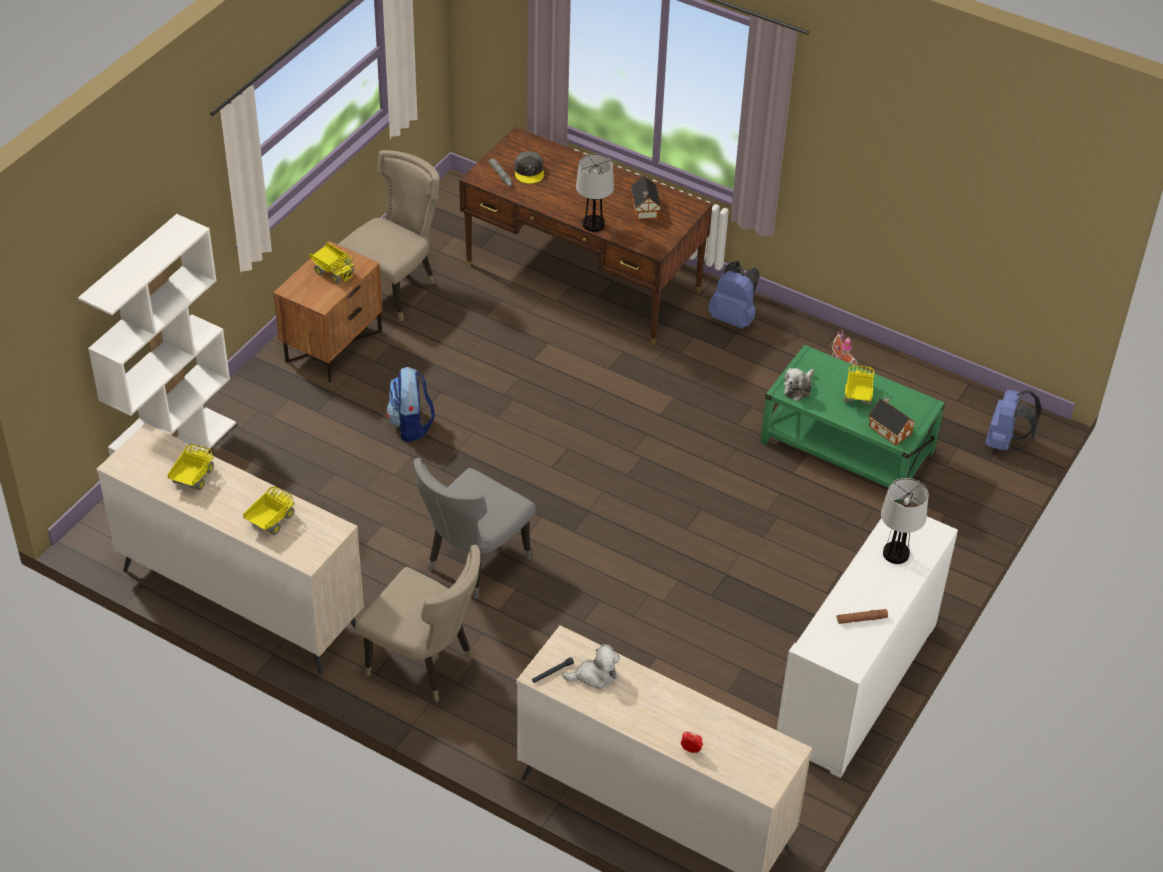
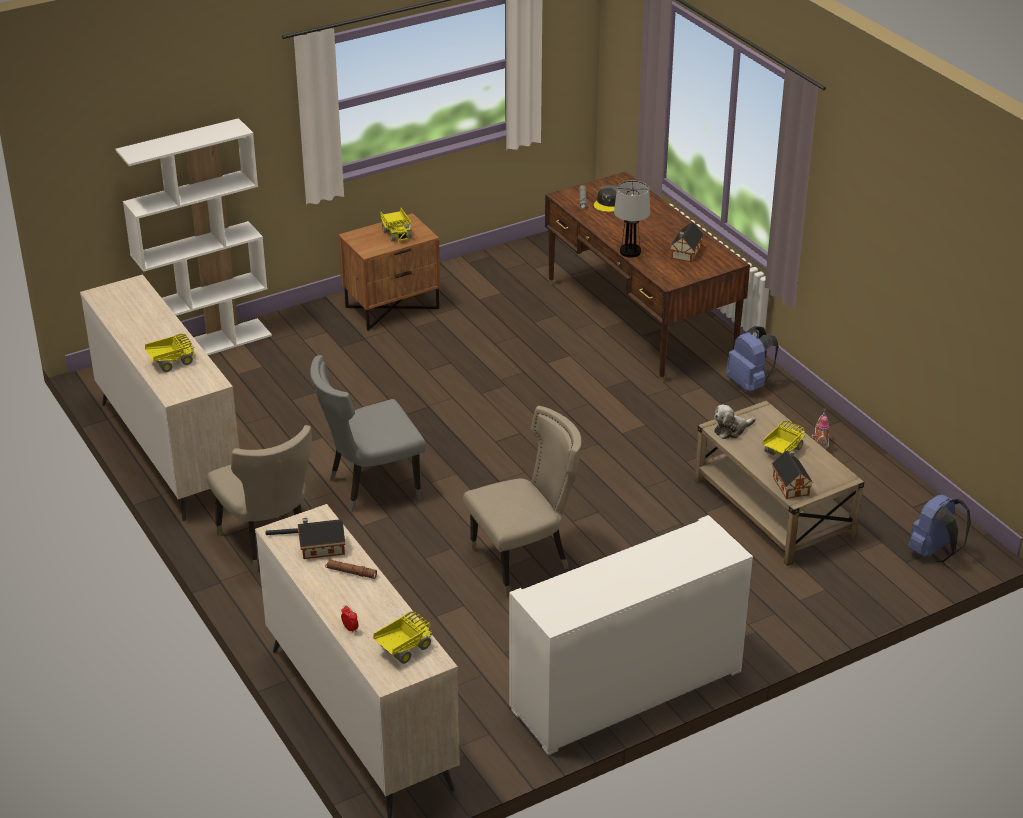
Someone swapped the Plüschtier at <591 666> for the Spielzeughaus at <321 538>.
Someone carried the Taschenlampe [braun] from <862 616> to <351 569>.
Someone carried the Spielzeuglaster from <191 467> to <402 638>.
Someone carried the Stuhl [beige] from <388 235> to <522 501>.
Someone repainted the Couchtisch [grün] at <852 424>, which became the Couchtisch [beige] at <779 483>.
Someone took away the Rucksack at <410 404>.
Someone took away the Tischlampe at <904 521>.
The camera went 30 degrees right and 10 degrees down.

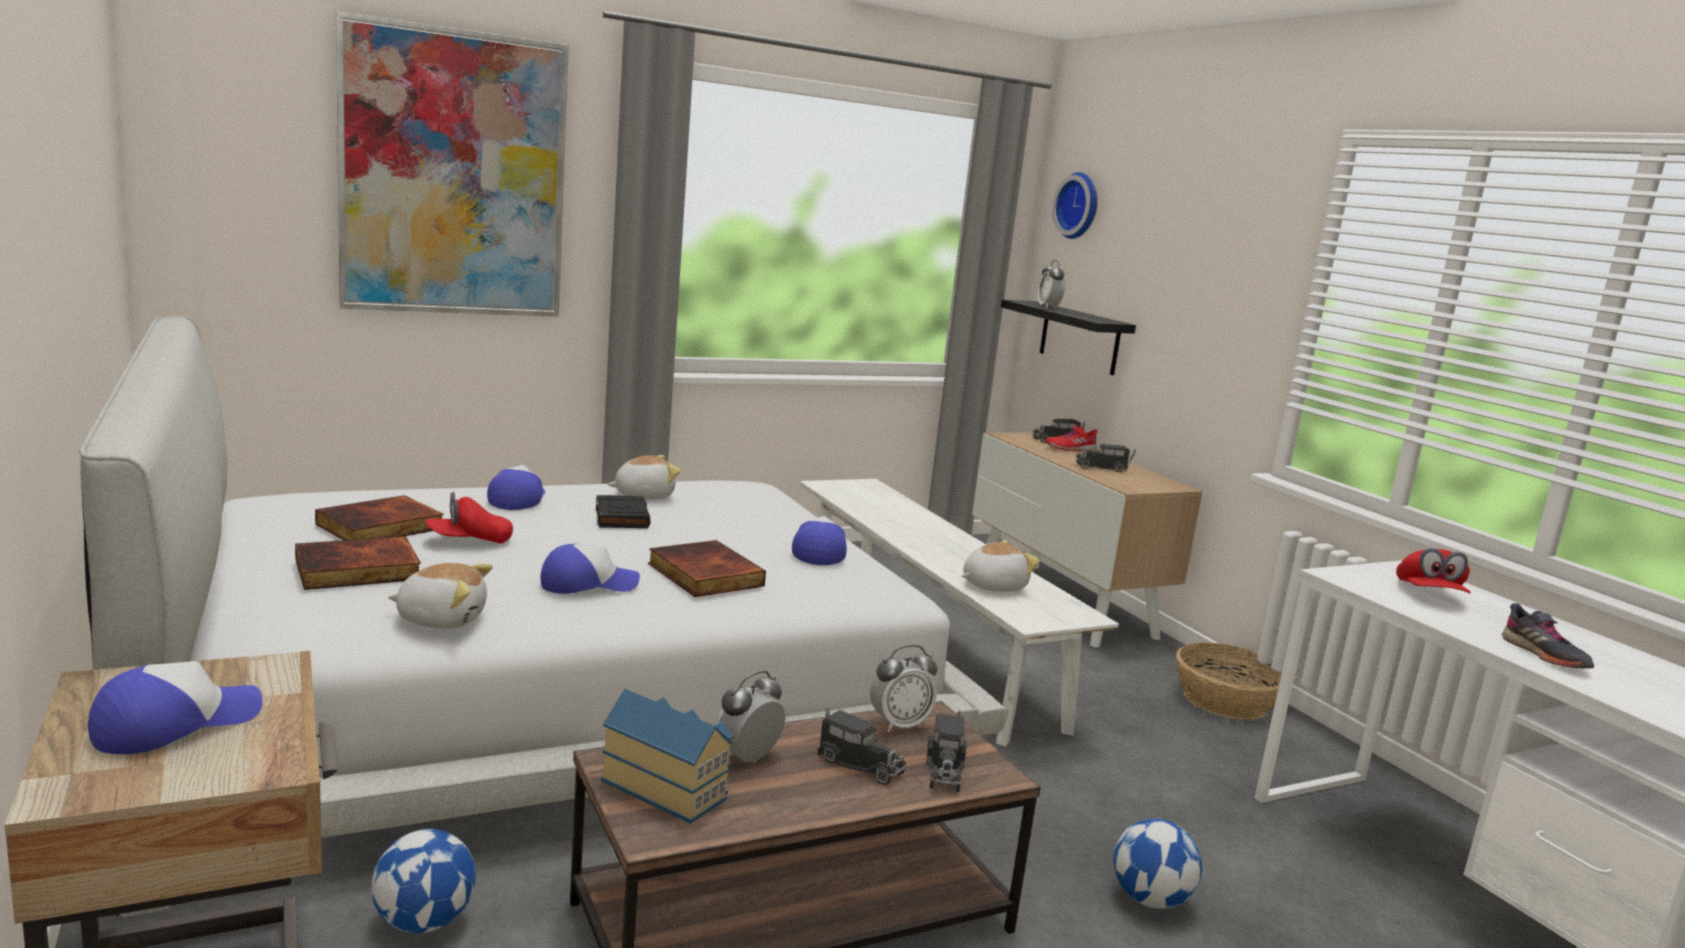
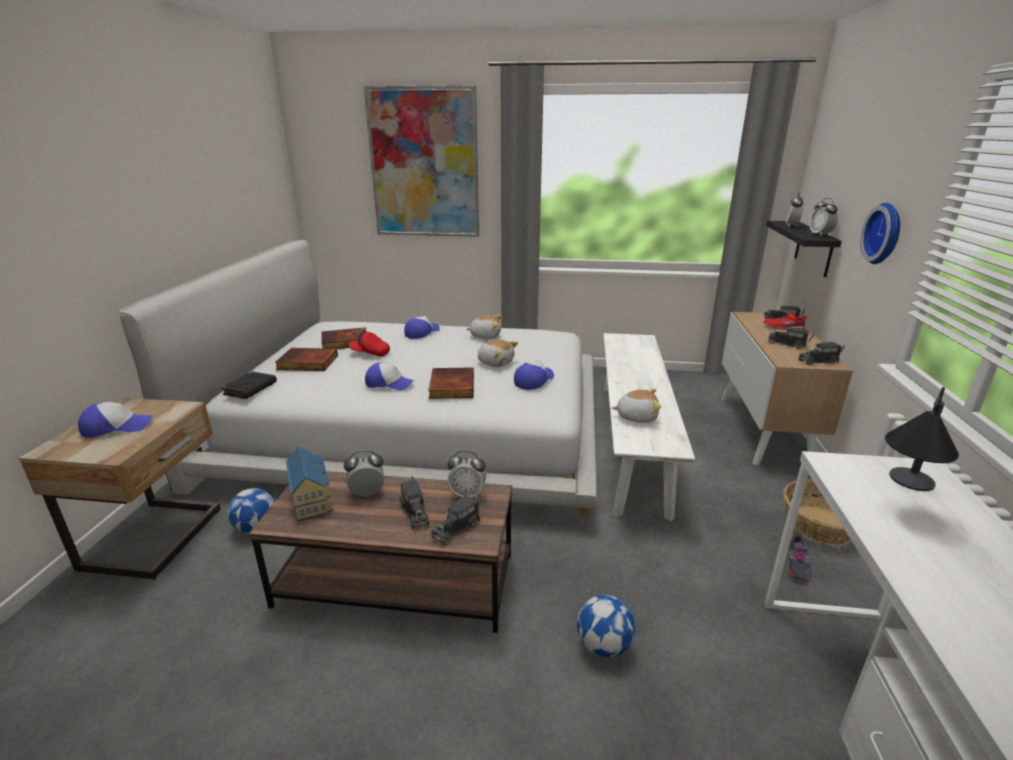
Someone carried the Buch [schwarz] from <623 511> to <249 385>.
Someone carried the Plüschtier from <440 596> to <497 353>.
Someone carried the Schuh [grau] from <1548 636> to <799 557>.
Someone put down the Spielzeuglaster at <822 353>.
Someone put down the Wecker at <824 217>.
Someone carried the Wanduhr from <1074 205> to <880 233>.
Someone swapped the Kappe [rot] at <1433 570> for the Tischlampe at <922 439>.
The camera went 35 degrees right and 10 degrees up.

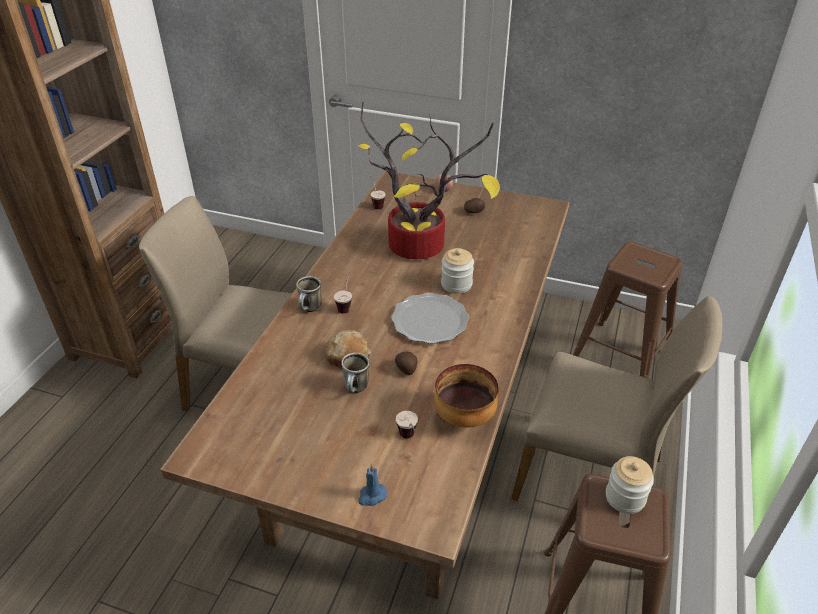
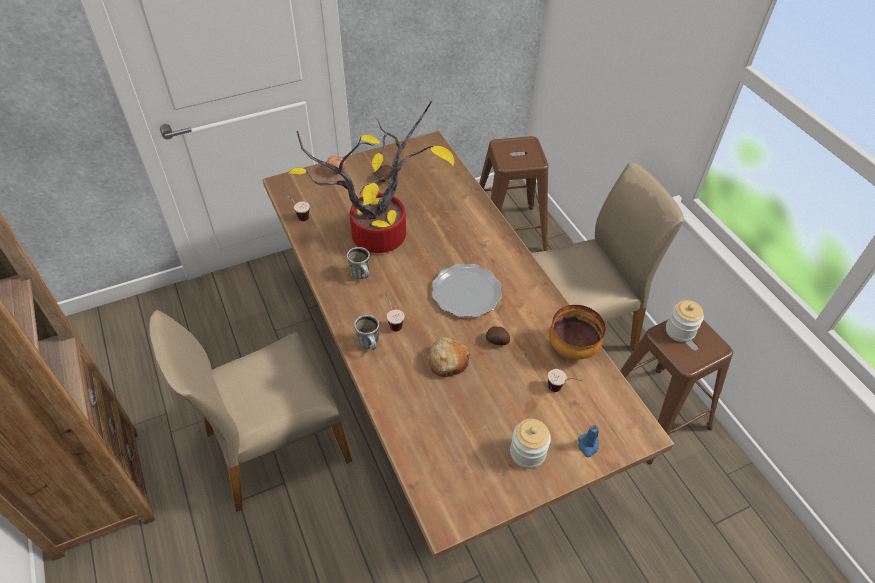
Someone carried the Henkelbecher from <355 373> to <358 263>.
Someone carried the Vorratsglas from <457 271> to <530 444>.
The camera went 45 degrees left and 10 degrees up.

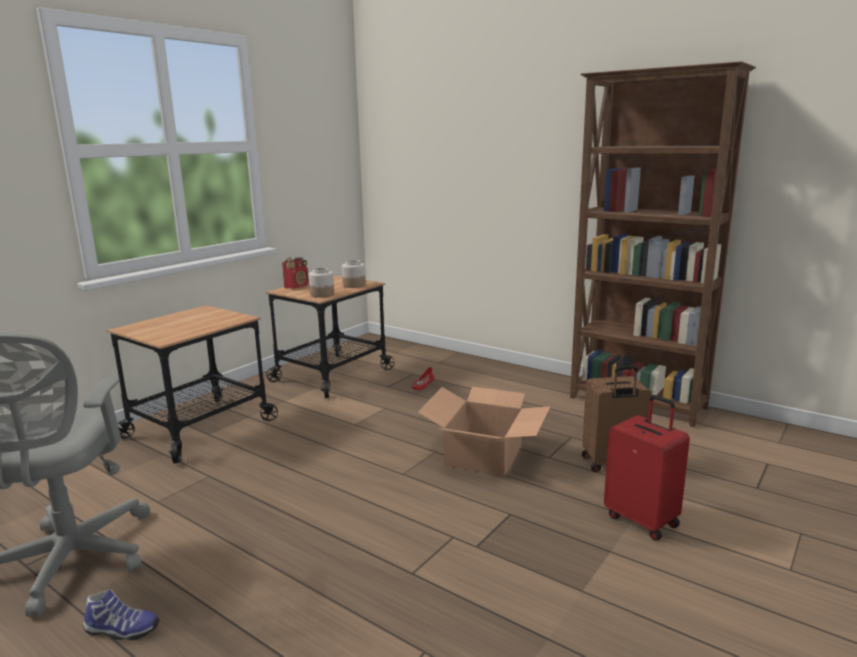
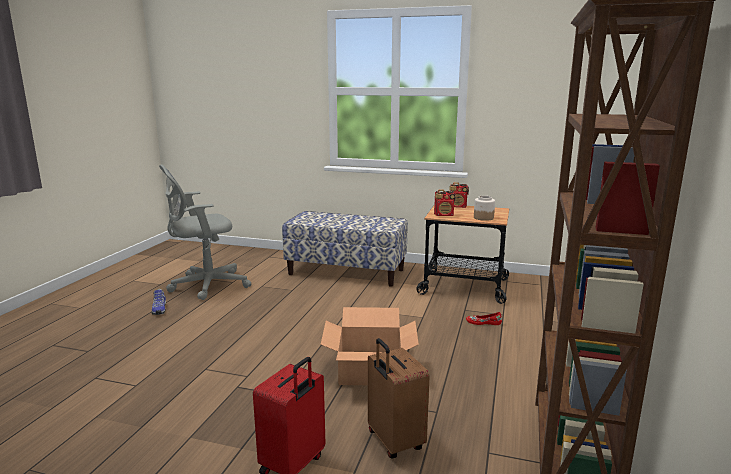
Someone swapped the Rollwagen at <192 384> for the Bank at <345 248>.
Someone swapped the Vorratsglas at <321 283> for the Radio at <444 202>.
The camera went 70 degrees right and 0 degrees up.

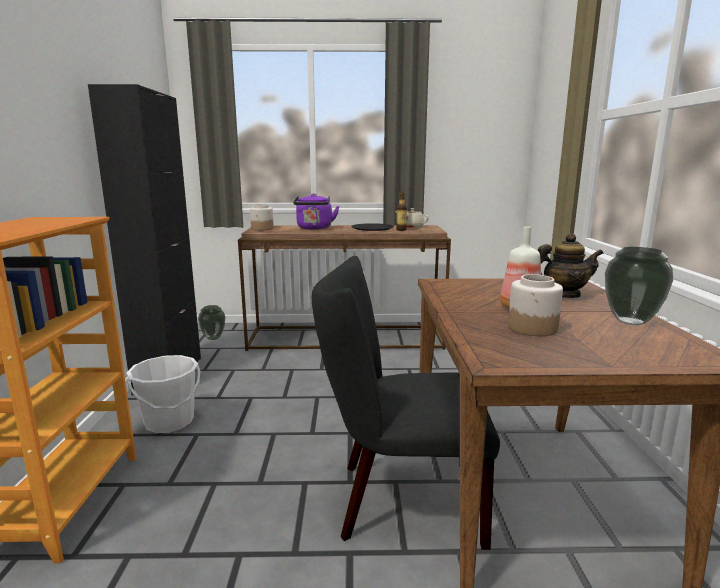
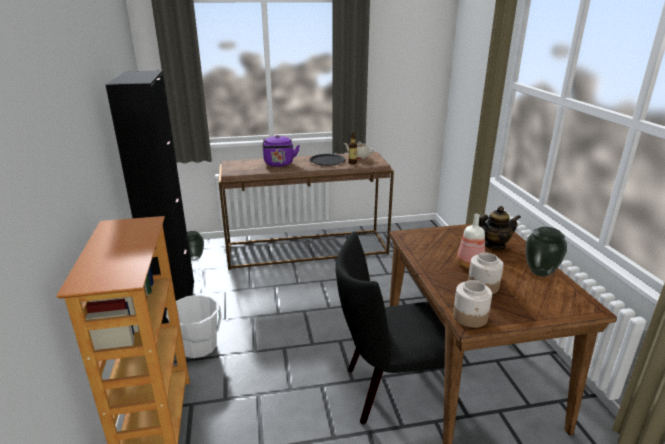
Someone carried the Vorratsglas from <262 217> to <472 304>.
The camera went 10 degrees left and 10 degrees up.

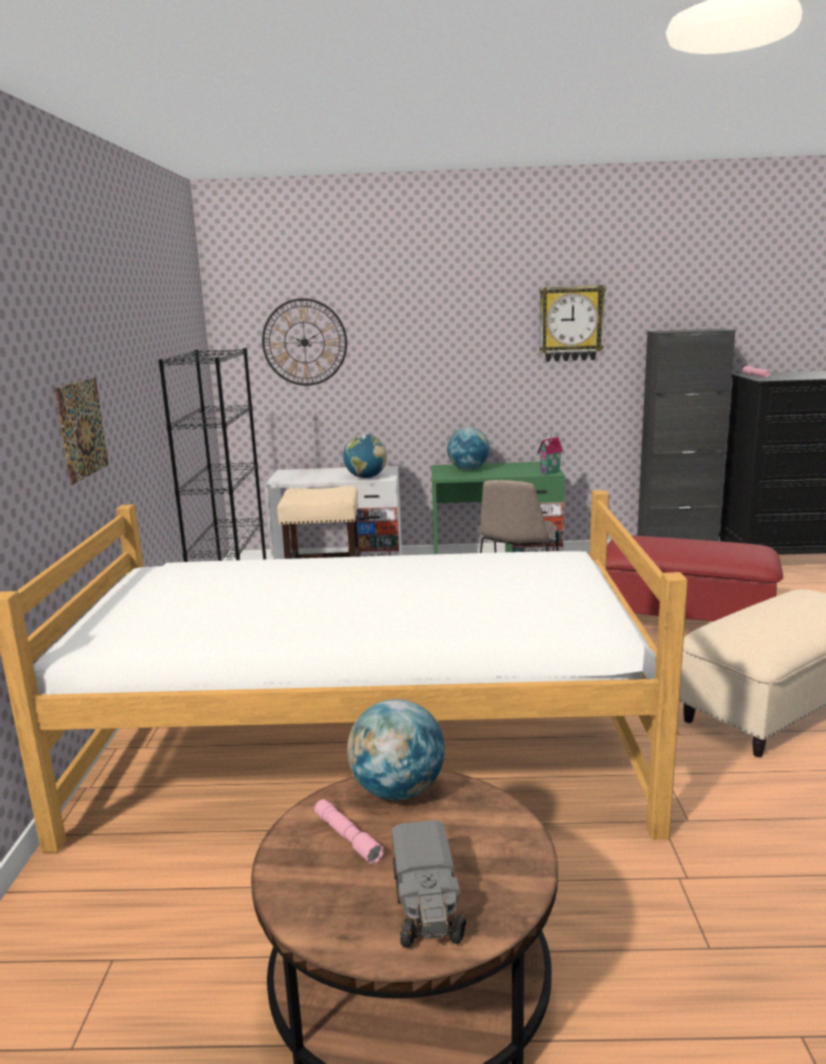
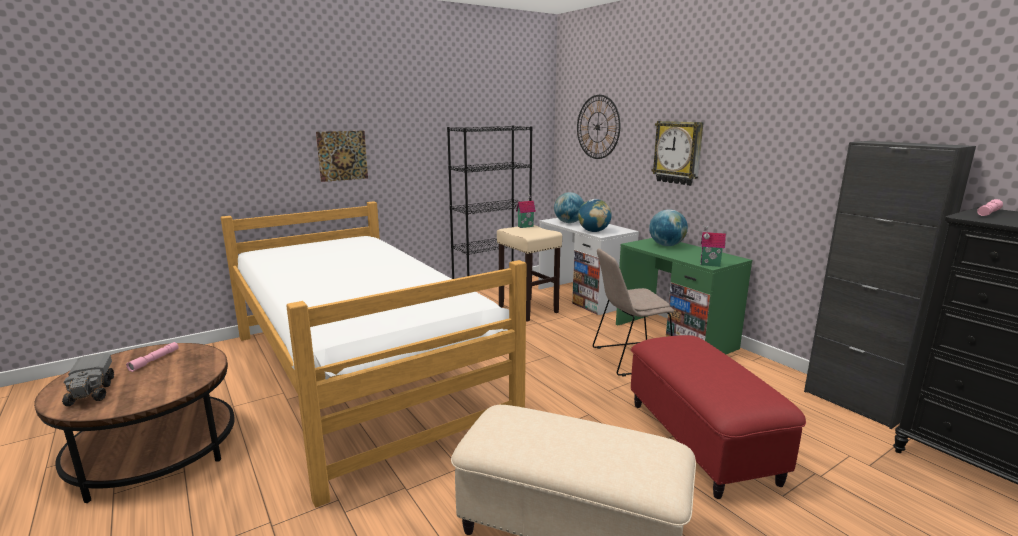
Someone rotated the Spielzeuglaster at <429 884> by 75 degrees counterclockwise.
Someone put down the Spielzeughaus at <526 211>.
Someone carried the Globus from <396 749> to <569 207>.
Someone carried the Wanduhr from <572 323> to <677 153>.
The camera went 55 degrees right and 0 degrees up.

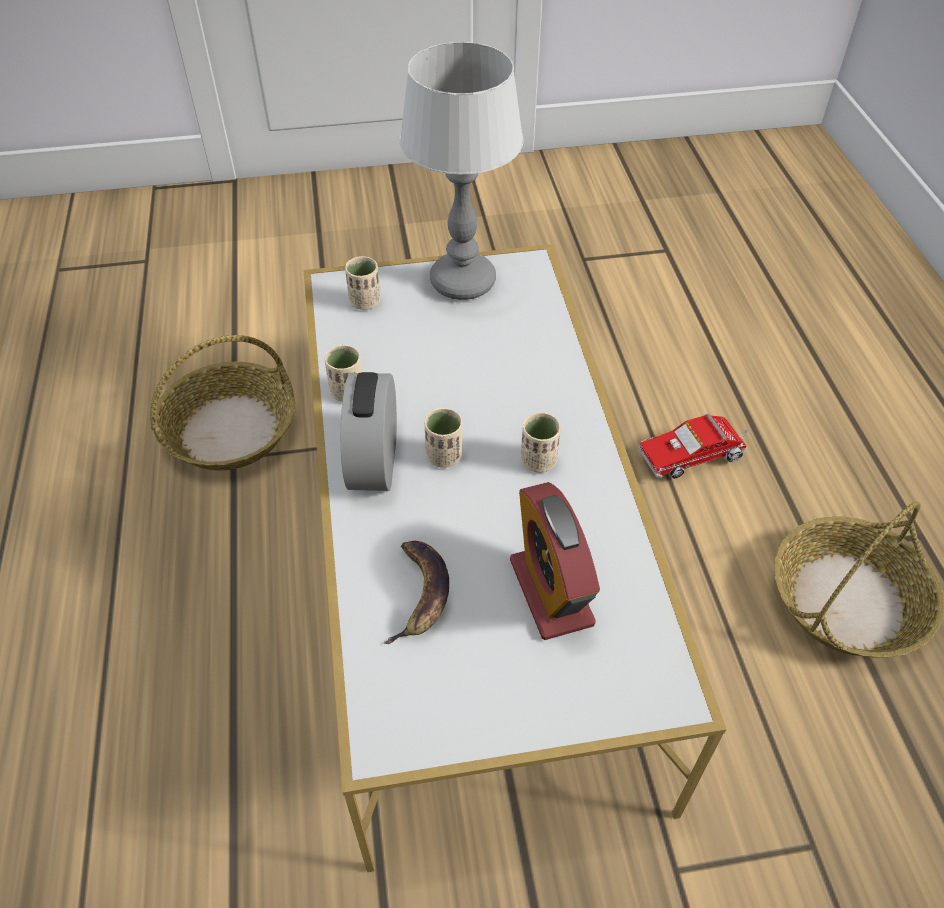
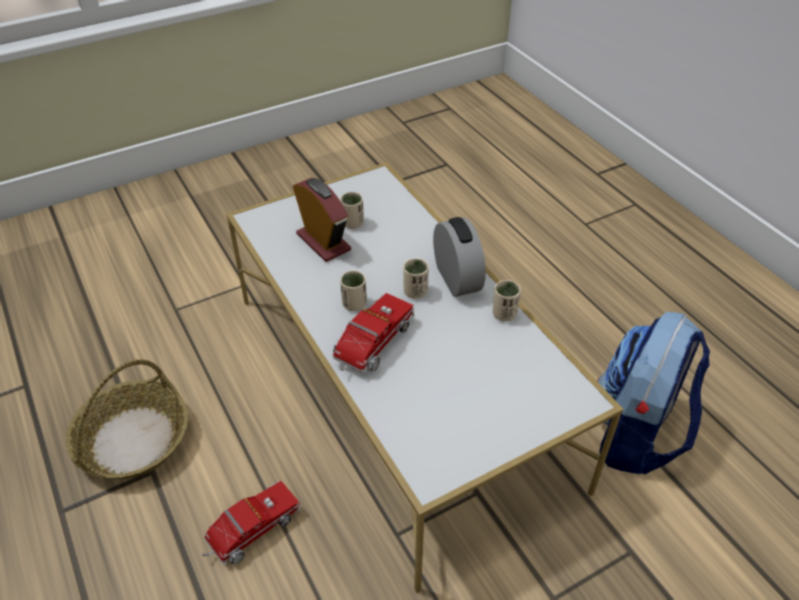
Someone put down the Spielzeuglaster at <373 333>.
Someone carried the Tasse [beige] from <362 283> to <352 210>.
Someone swapped the Korb at <222 403> for the Rucksack at <653 393>.
Someone took away the Banane at <416 592>.
Someone took away the Tischlampe at <462 171>.
The camera went 160 degrees right and 5 degrees down.

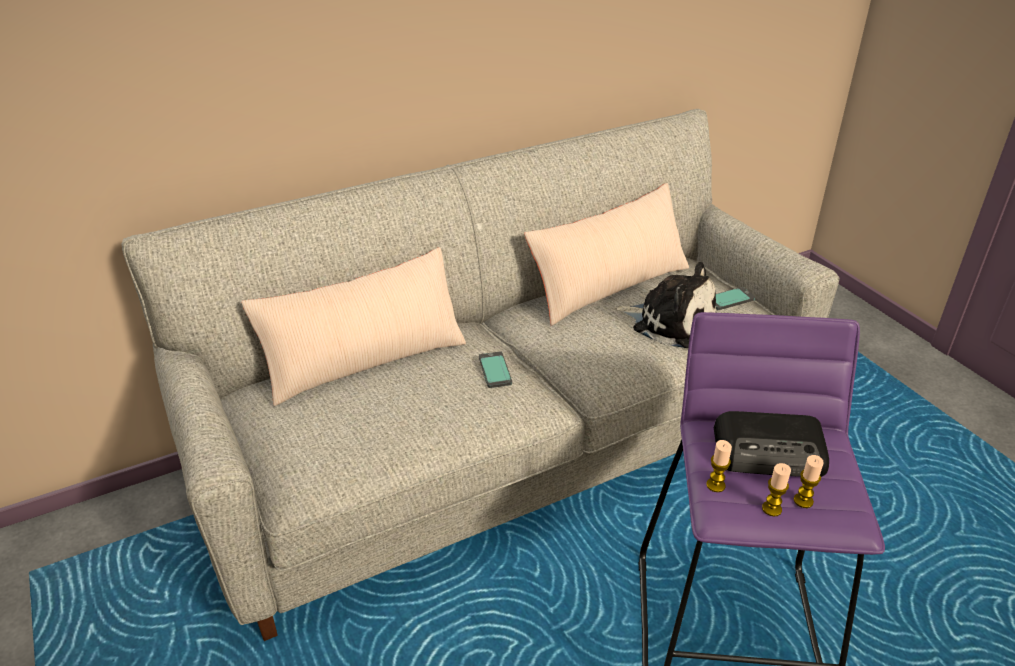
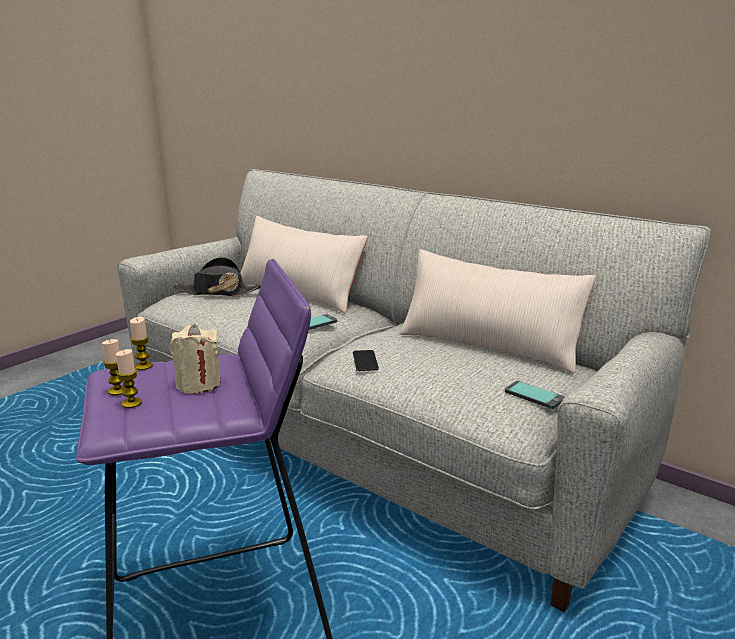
Someone swapped the Radio at <771 444> for the Kerze [beige] at <195 359>.
Someone put down the Hut [schwarz] at <217 277>.
Someone put down the Handy at <366 360>.
Someone took away the Plüschtier at <665 305>.
The camera went 65 degrees right and 15 degrees down.

